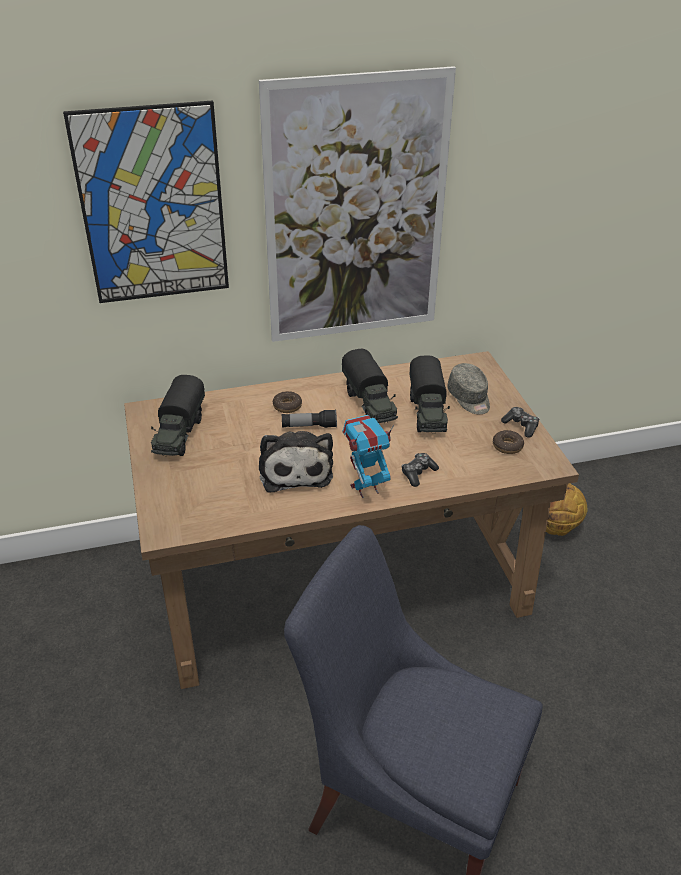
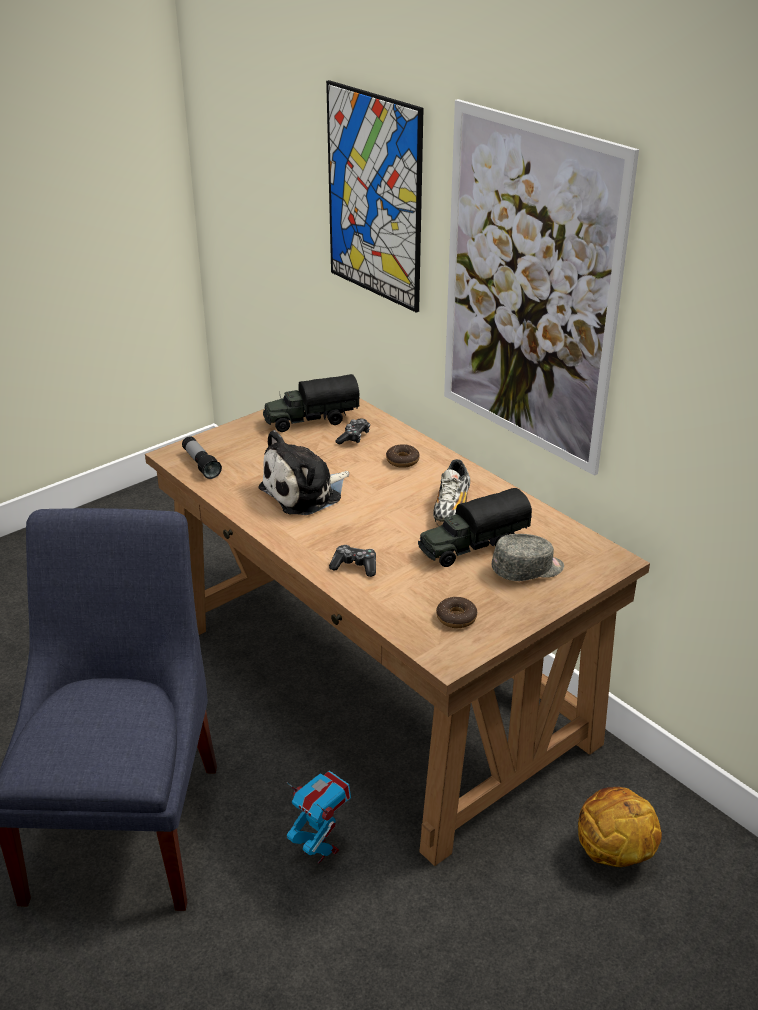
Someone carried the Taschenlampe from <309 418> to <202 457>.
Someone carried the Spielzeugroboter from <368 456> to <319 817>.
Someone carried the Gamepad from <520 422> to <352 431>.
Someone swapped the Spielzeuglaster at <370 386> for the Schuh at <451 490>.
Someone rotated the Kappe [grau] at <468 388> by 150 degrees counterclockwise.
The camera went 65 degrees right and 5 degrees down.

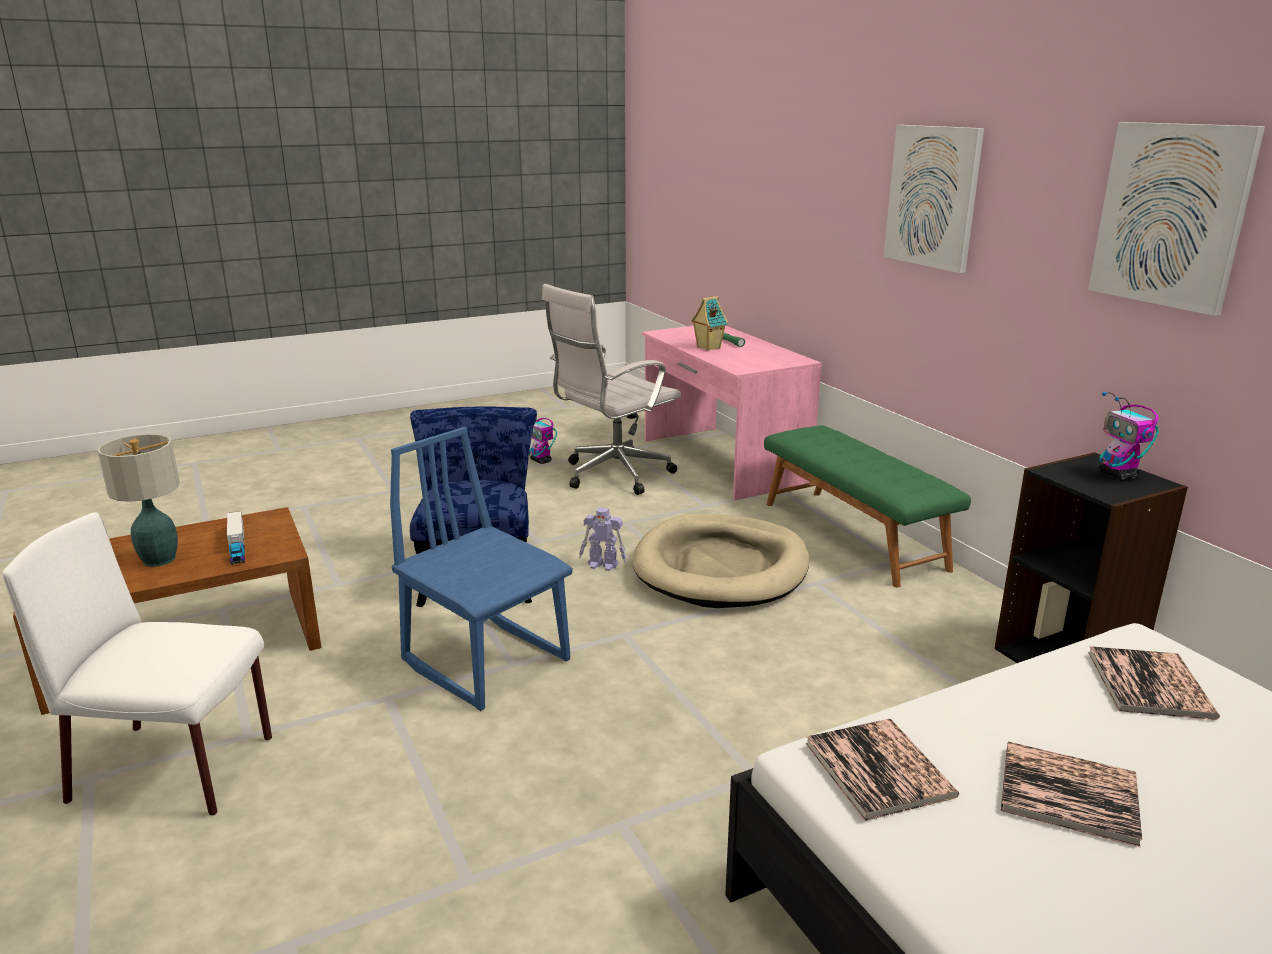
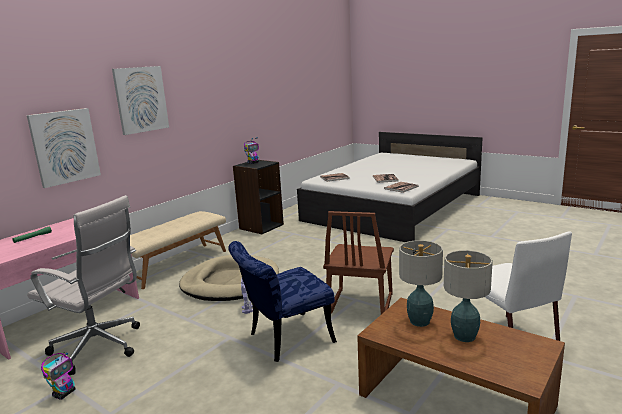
Someone carried the Bild from <1176 219> to <64 148>.
Someone repainted the Bank [grün] at <867 506>, which became the Bank [beige] at <178 250>.
Someone repainted the Stuhl [blau] at <481 569>, which became the Stuhl [braun] at <358 262>.
Someone swapped the Spielzeuglaster at <236 538> for the Tischlampe at <421 283>.
Someone took away the Spielzeughaus at <709 323>.
The camera went 115 degrees left and 5 degrees down.

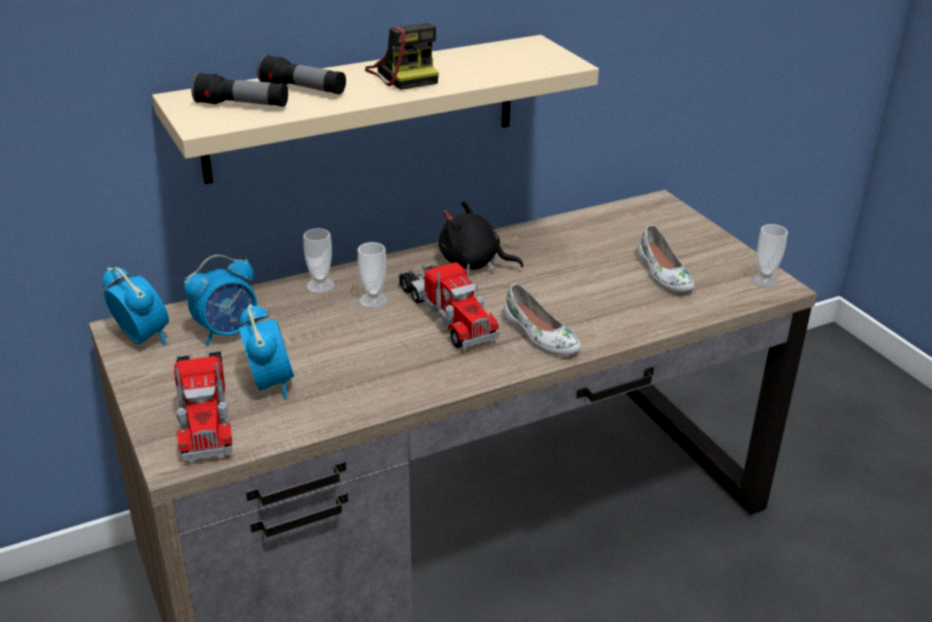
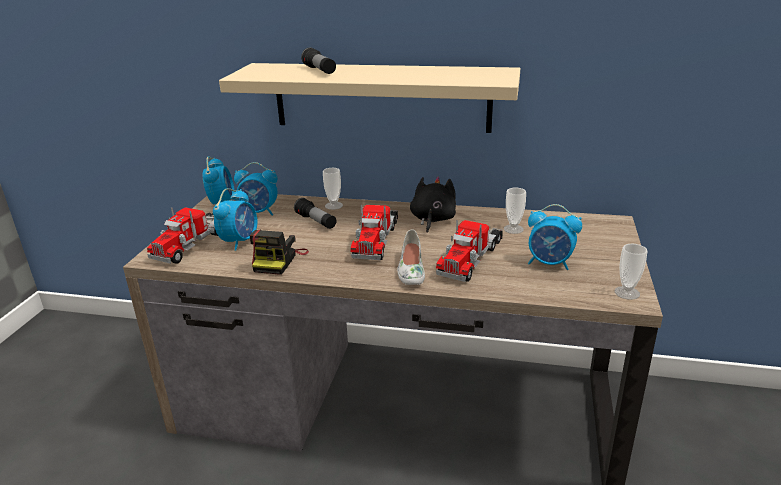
Someone carried the Kamera from <402 56> to <279 252>.
Someone carried the Taschenlampe from <239 89> to <315 213>.
Someone rotated the Plüschtier [schwarz] at <481 236> by 45 degrees clockwise.
Someone put down the Spielzeuglaster at <469 251>.
Someone carried the Tasse from <373 275> to <515 211>.
Someone swapped the Schuh [weiß] at <666 258> for the Wecker at <555 237>.
The camera went 40 degrees right and 5 degrees down.

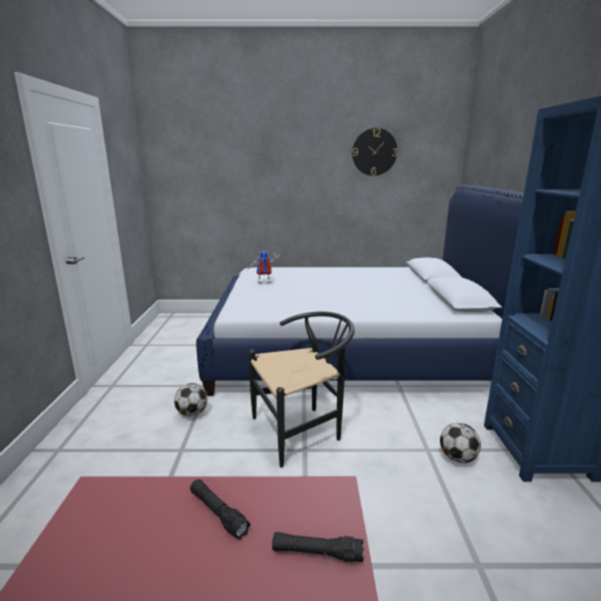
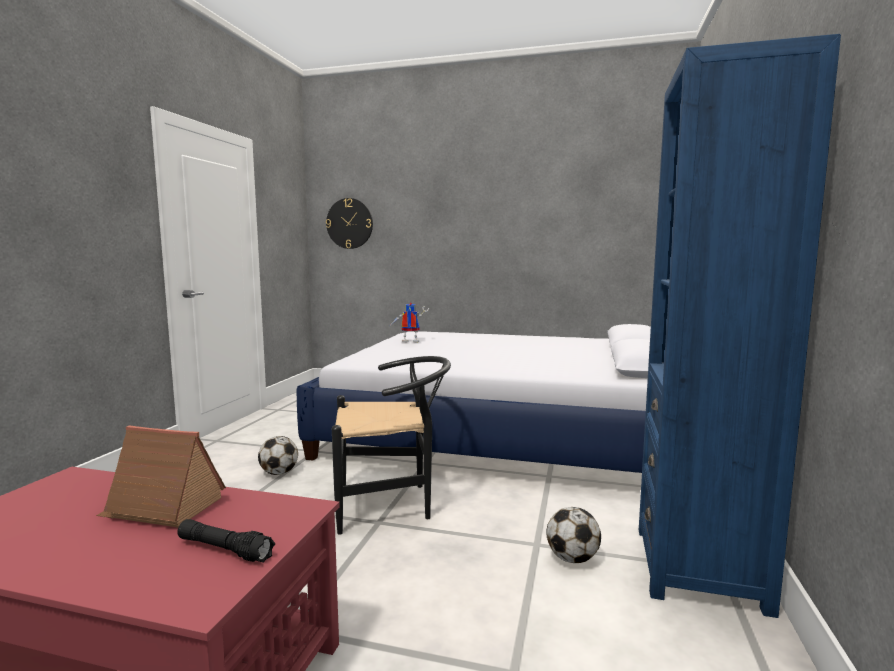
Someone swapped the Taschenlampe [schwarz] at <220 509> for the Spielzeughaus at <161 476>.
Someone carried the Wanduhr from <374 152> to <349 223>.
The camera went 15 degrees right and 10 degrees down.

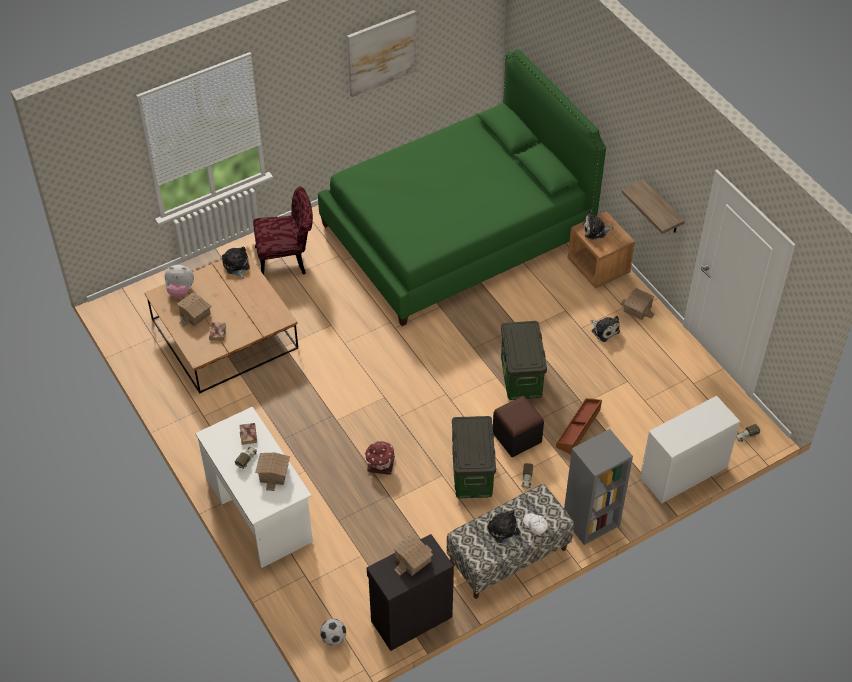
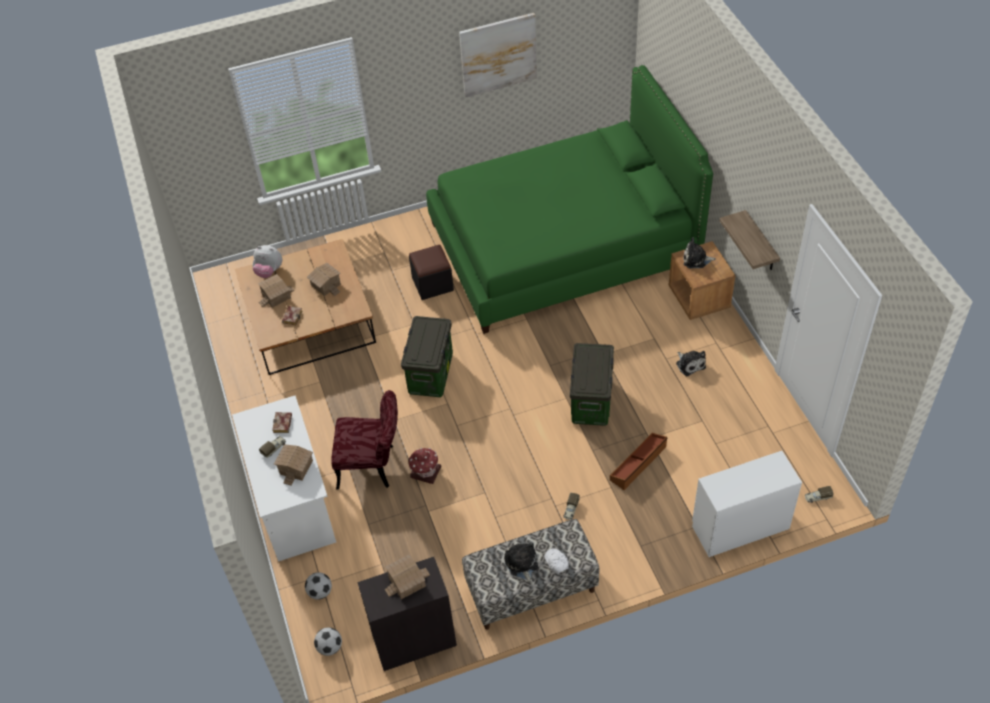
Someone put down the Fußball at <318 586>.
Someone carried the Spielzeughaus from <637 304> to <324 279>.
Someone carried the Stuhl [rot] from <283 231> to <365 439>.
Someone carried the Aufbewahrungsbox from <474 457> to <427 356>.
Someone carried the Polsterhocker [schwarz] from <518 426> to <431 272>.
Someone took away the Plüschtier at <236 262>.
Someone took away the Bücherregal [grau] at <598 487>.
The camera went 15 degrees right and 0 degrees up.

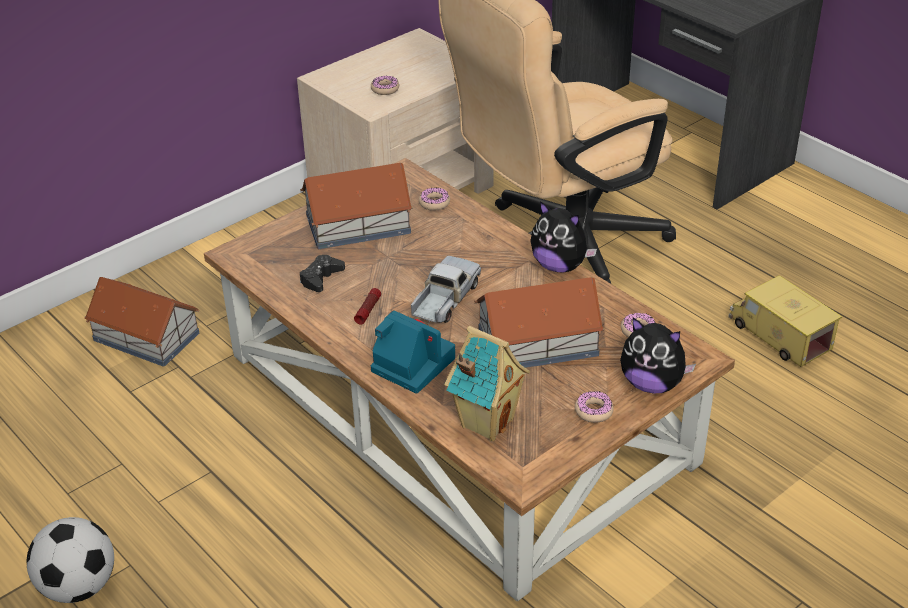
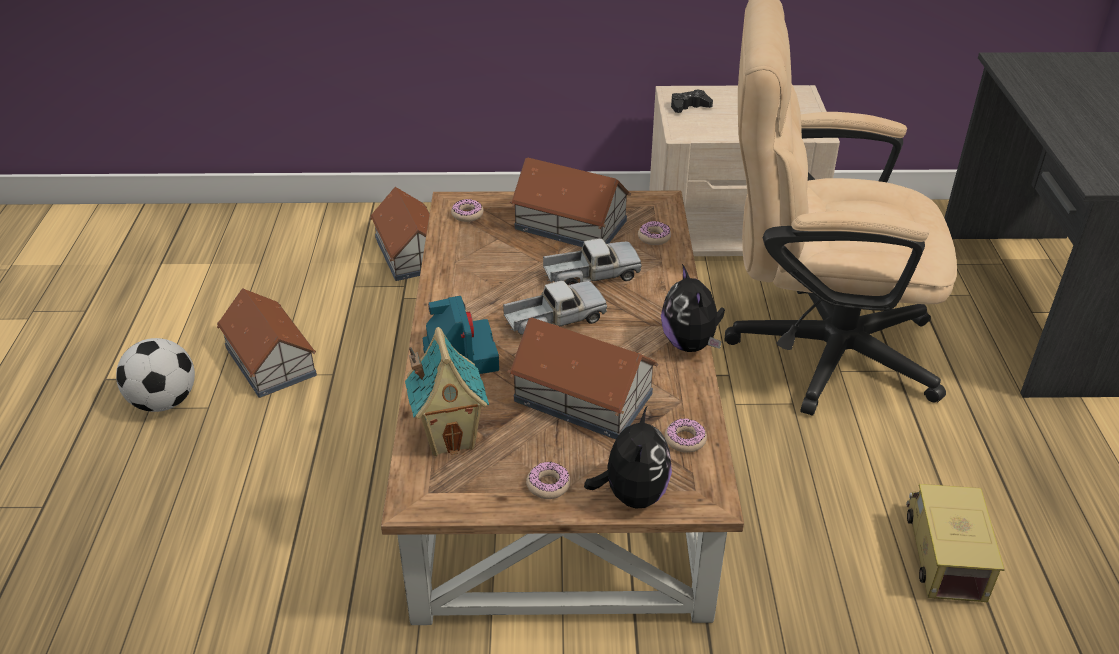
Someone put down the Spielzeughaus at <267 343>.
Someone carried the Donut from <385 85> to <467 210>.
Someone put down the Spielzeuglaster at <592 261>.
Someone rotated the Plüschtier at <658 355> by 150 degrees counterclockwise.
Someone carried the Gamepad [schwarz] from <322 273> to <692 101>.
Someone took away the Taschenlampe at <367 306>.
The camera went 40 degrees right and 0 degrees up.

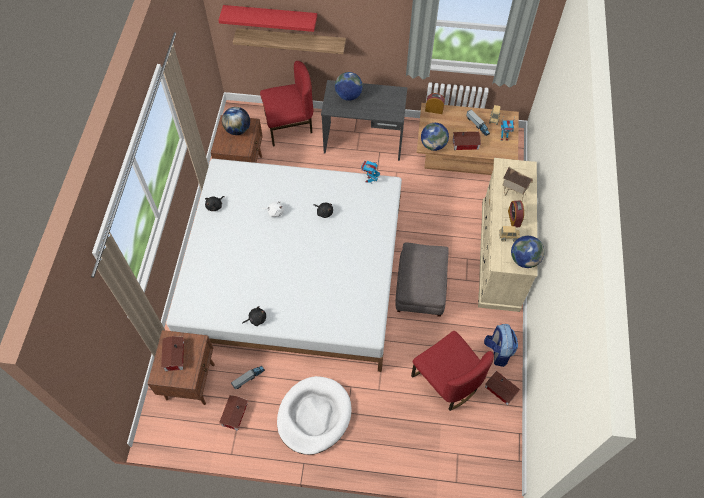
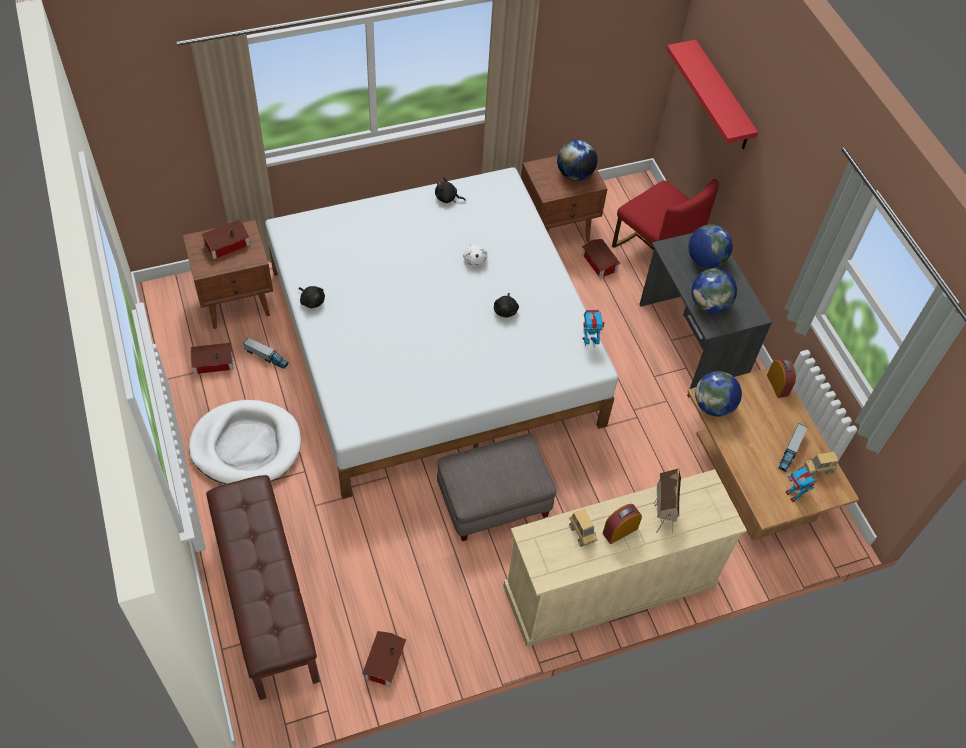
Someone put down the Bank [braun] at <263 587>.
Someone carried the Spielzeughaus from <467 141> to <601 259>.
Someone carried the Globus from <528 252> to <714 291>.
Someone took away the Wandregal at <289 41>.
Someone took away the Stuhl [rot] at <452 371>.
Someone took away the Rucksack at <501 345>.
The camera went 60 degrees right and 5 degrees down.

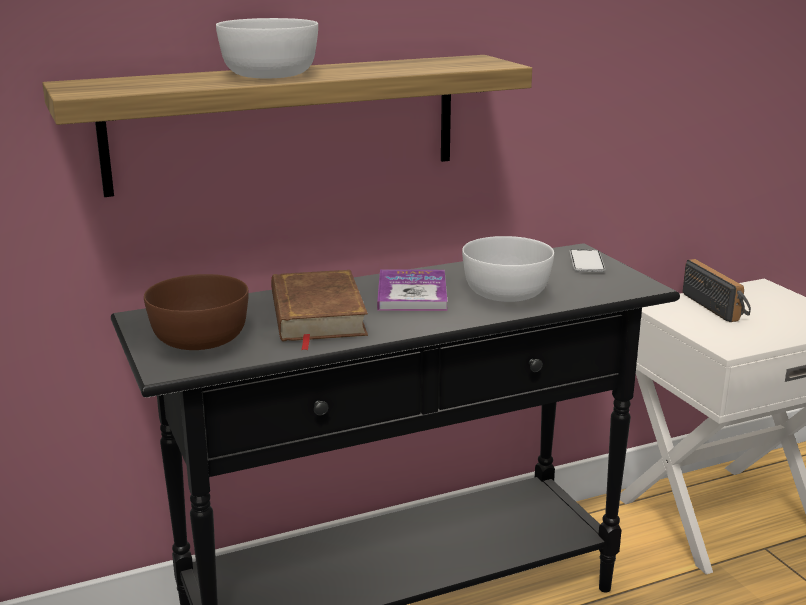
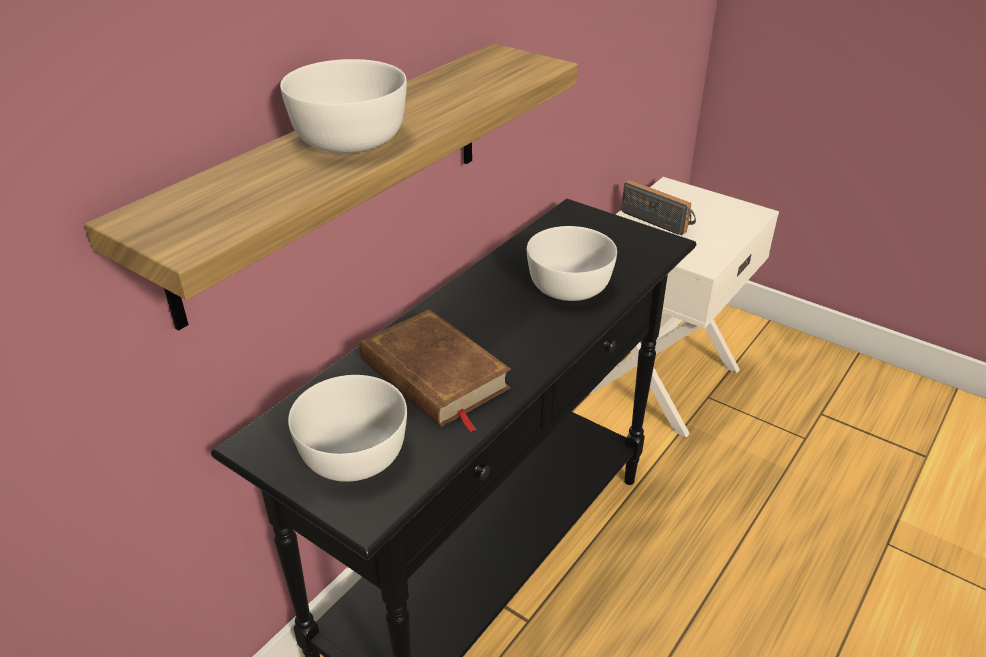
Someone repainted the Schüssel [braun] at <196 312>, which became the Schüssel [weiß] at <347 428>.
Someone took away the Buch at <412 290>.
Someone took away the Handy at <587 260>.
The camera went 30 degrees left and 15 degrees up.

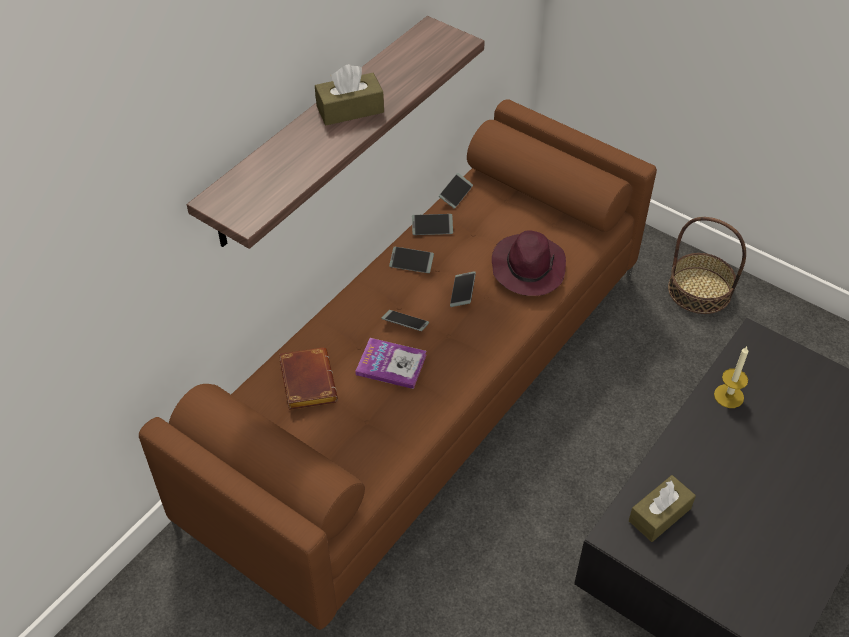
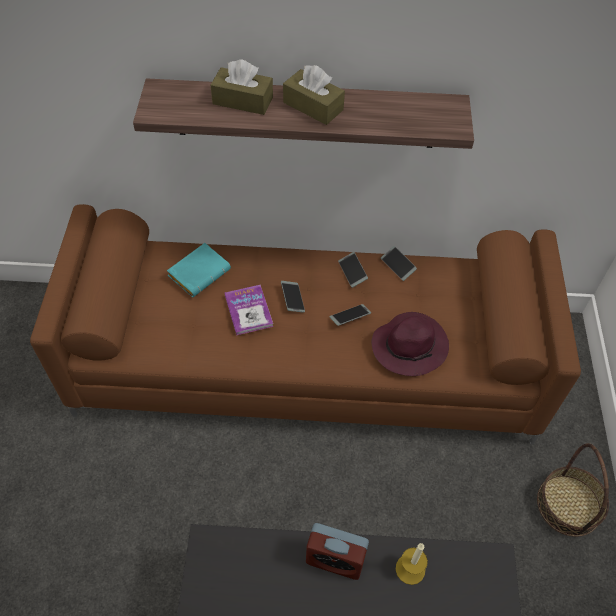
Someone repainted the Buch [braun] at <308 378>, which became the Buch [türkis] at <199 270>.
Someone carried the Taschentuchbox [braun] from <662 508> to <242 87>.
Someone put down the Wecker at <337 551>.
Someone took away the Handy at <456 191>.
The camera went 55 degrees right and 5 degrees up.

